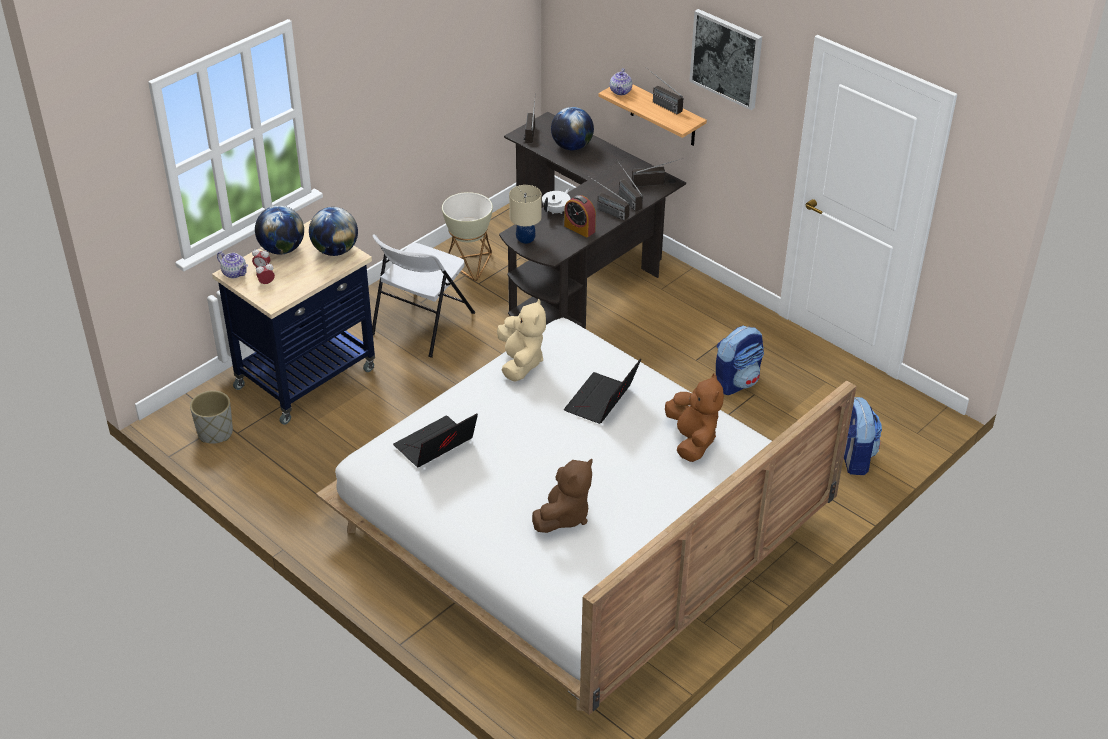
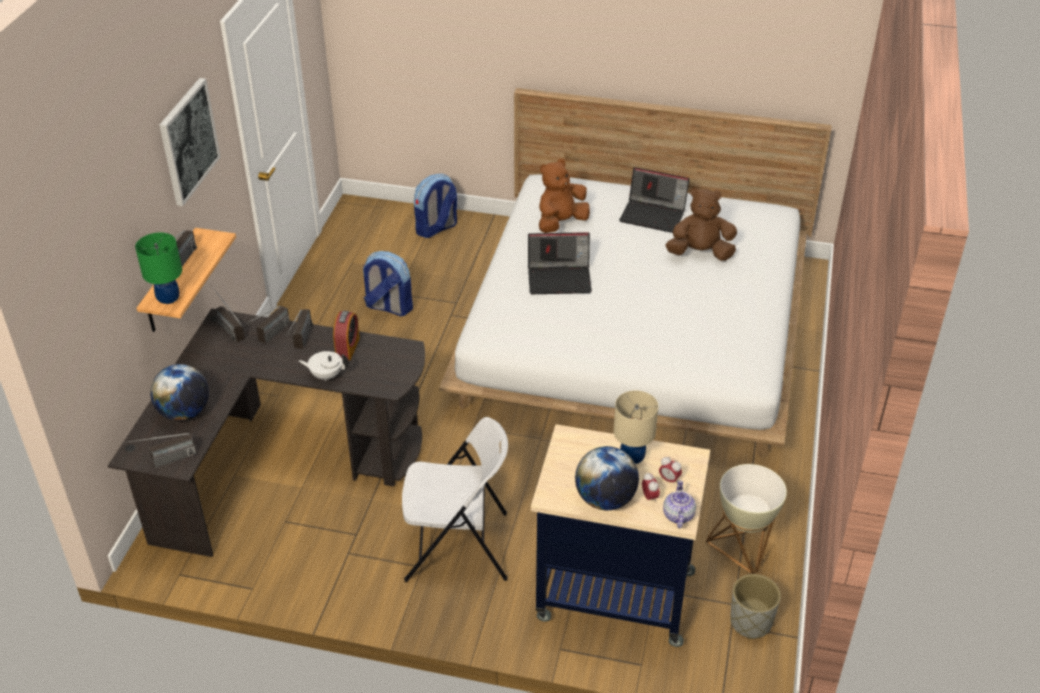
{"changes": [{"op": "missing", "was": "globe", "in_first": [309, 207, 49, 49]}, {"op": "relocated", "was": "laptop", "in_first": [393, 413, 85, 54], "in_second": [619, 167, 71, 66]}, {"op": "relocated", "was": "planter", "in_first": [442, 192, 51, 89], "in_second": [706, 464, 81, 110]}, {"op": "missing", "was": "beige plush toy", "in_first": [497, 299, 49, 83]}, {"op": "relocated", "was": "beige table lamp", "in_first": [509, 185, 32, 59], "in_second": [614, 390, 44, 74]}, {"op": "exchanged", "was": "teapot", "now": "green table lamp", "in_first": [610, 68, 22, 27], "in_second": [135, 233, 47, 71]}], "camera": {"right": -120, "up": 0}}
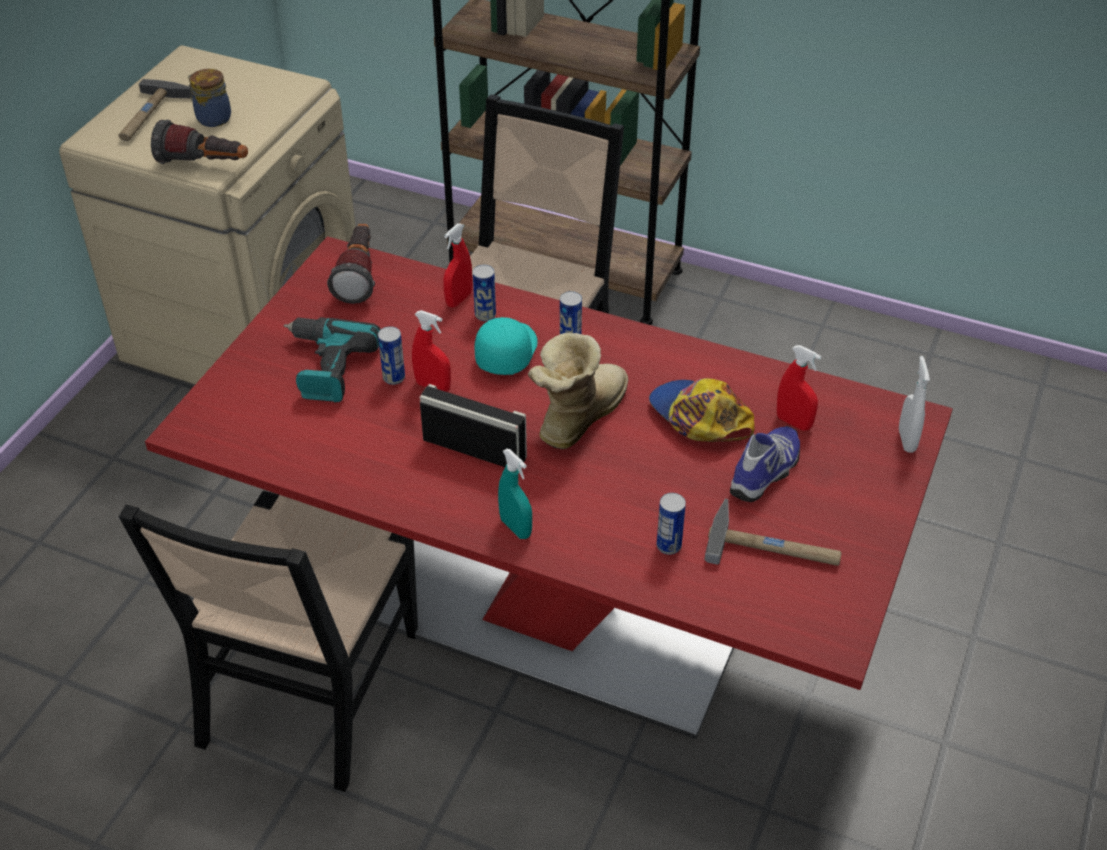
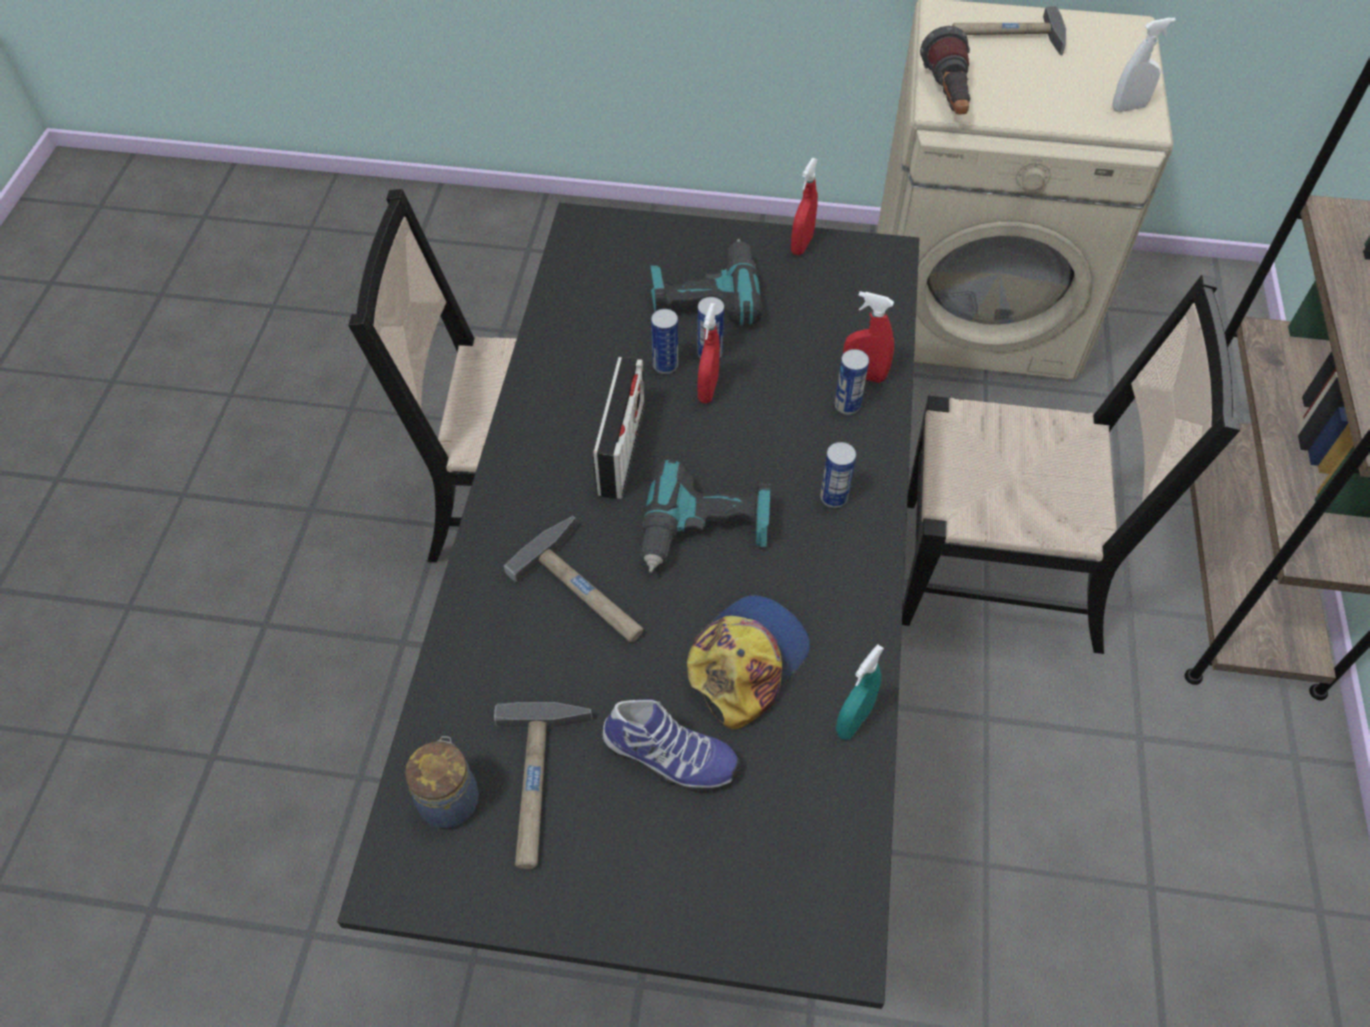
{"changes": [{"op": "colour", "was": "red dining table", "now": "black dining table", "in_first": [145, 236, 808, 503], "in_second": [337, 203, 582, 806]}, {"op": "relocated", "was": "jar", "in_first": [188, 69, 43, 58], "in_second": [405, 736, 74, 92]}, {"op": "missing", "was": "flashlight", "in_first": [327, 224, 48, 80]}, {"op": "missing", "was": "turquoise cap", "in_first": [474, 317, 64, 58]}, {"op": "relocated", "was": "turquoise spray bottle", "in_first": [498, 449, 34, 90], "in_second": [836, 644, 48, 96]}, {"op": "exchanged", "was": "boot", "now": "power drill", "in_first": [528, 333, 100, 116], "in_second": [641, 459, 130, 114]}, {"op": "relocated", "was": "can", "in_first": [657, 493, 29, 62], "in_second": [651, 309, 27, 65]}, {"op": "relocated", "was": "red spray bottle", "in_first": [777, 345, 45, 86], "in_second": [791, 158, 27, 97]}, {"op": "relocated", "was": "white spray bottle", "in_first": [899, 356, 31, 97], "in_second": [1112, 17, 64, 95]}, {"op": "appeared", "now": "hammer", "in_second": [504, 516, 139, 126]}], "camera": {"right": 75, "up": 10}}
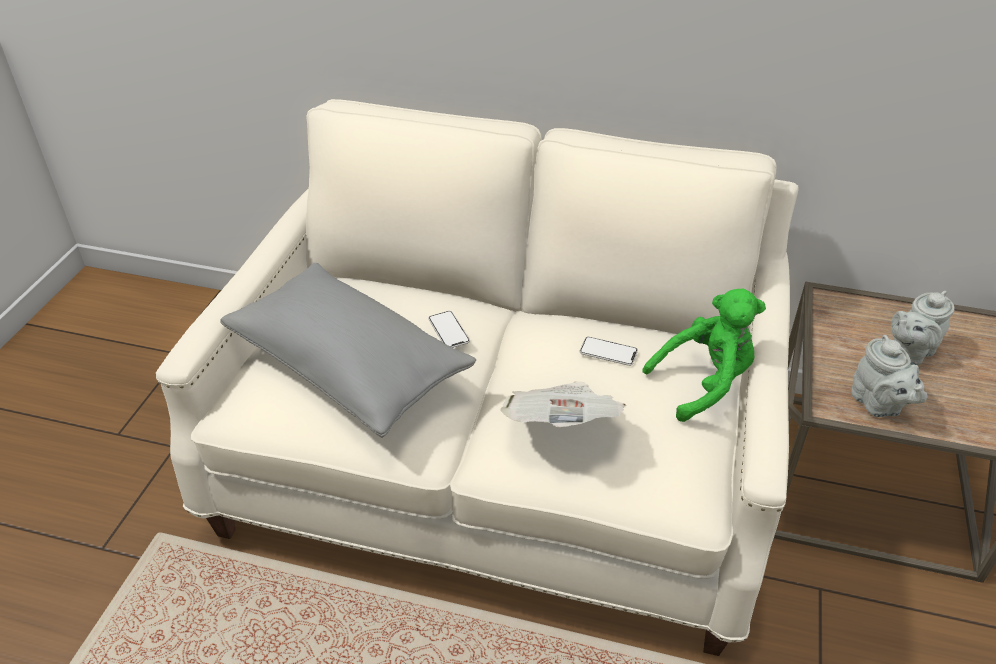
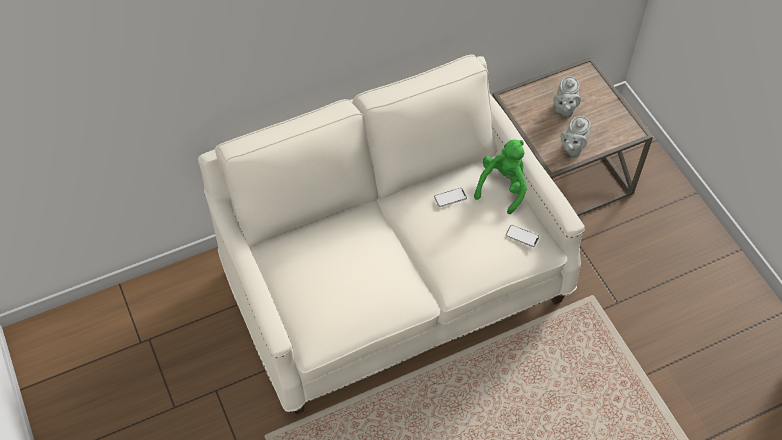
{"changes": [{"op": "missing", "was": "grey pillow", "in_first": [220, 263, 256, 175]}, {"op": "relocated", "was": "phone", "in_first": [428, 311, 42, 37], "in_second": [506, 225, 33, 22]}, {"op": "missing", "was": "newspaper", "in_first": [500, 382, 127, 45]}, {"op": "spun", "was": "grey teapot", "in_first": [851, 335, 76, 82], "in_second": [560, 116, 30, 41], "clockwise": 90}], "camera": {"right": -40, "up": 15}}
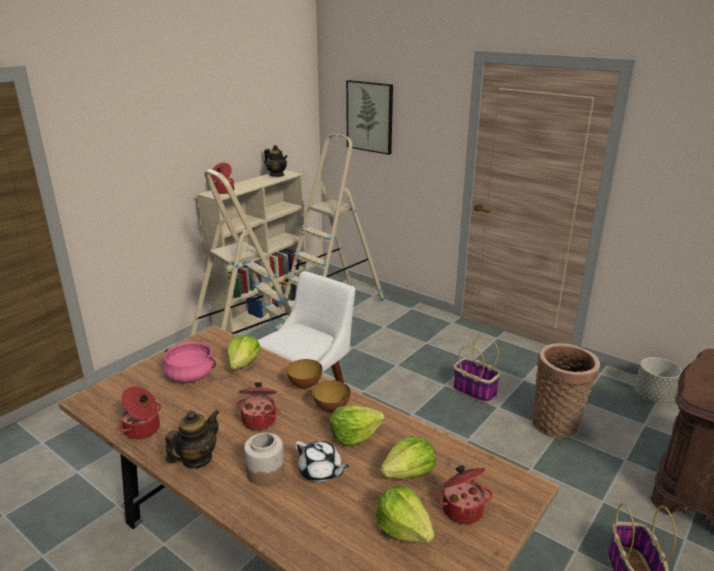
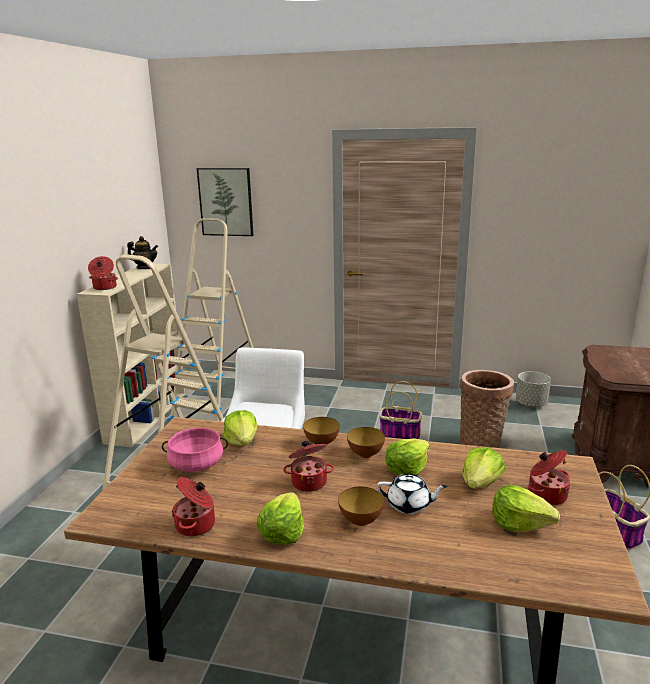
{"changes": [{"op": "exchanged", "was": "teapot", "now": "lettuce", "in_first": [165, 410, 54, 59], "in_second": [257, 492, 47, 53]}, {"op": "exchanged", "was": "jar", "now": "bowl", "in_first": [244, 432, 40, 54], "in_second": [338, 486, 46, 40]}], "camera": {"right": -25, "up": -5}}
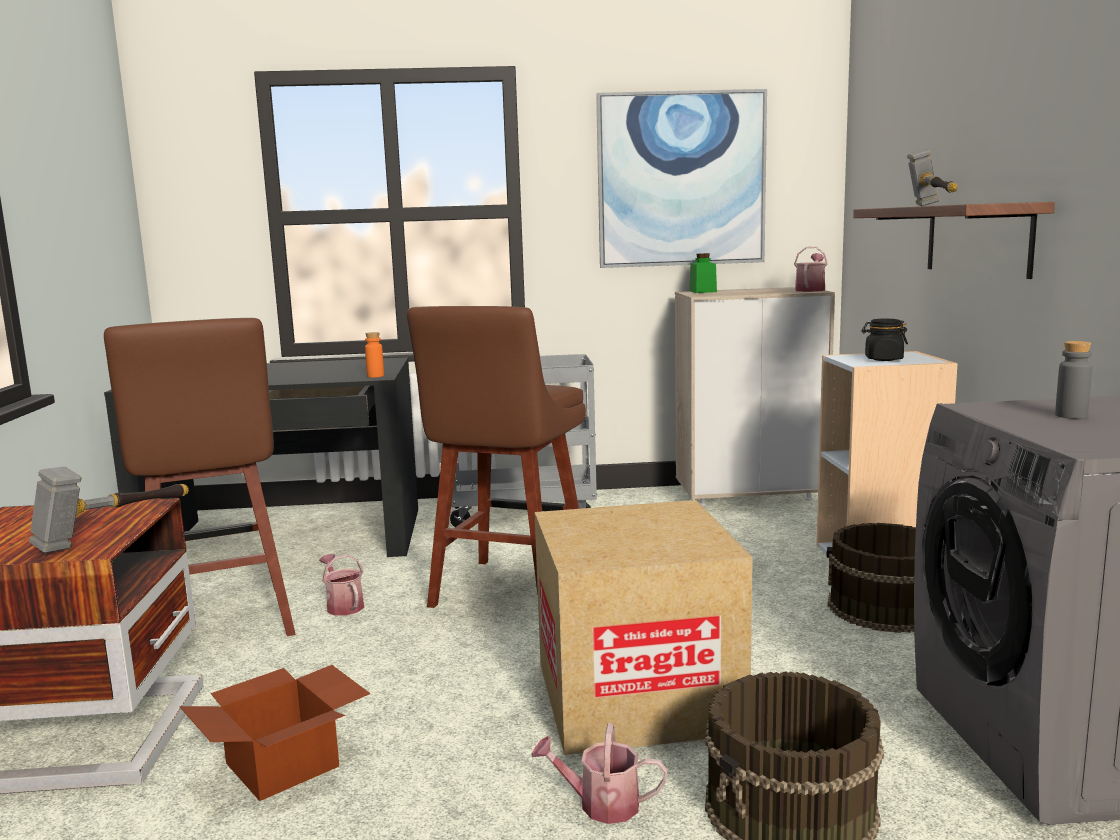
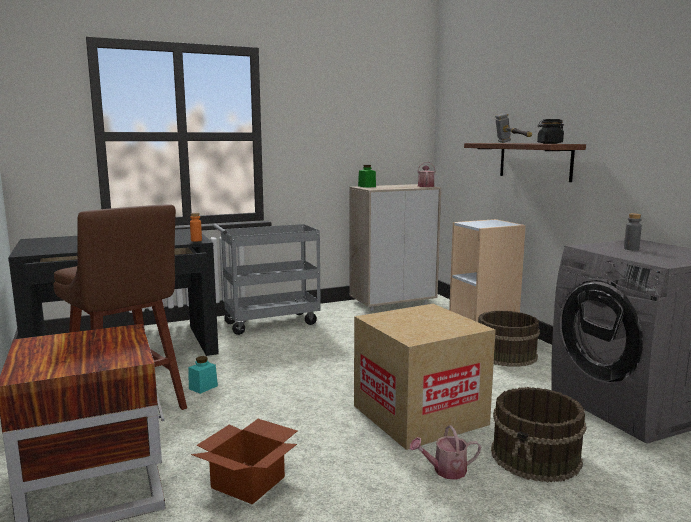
{"changes": [{"op": "missing", "was": "hammer", "in_first": [29, 467, 160, 86]}, {"op": "exchanged", "was": "watering can", "now": "turquoise jar", "in_first": [319, 554, 45, 62], "in_second": [189, 356, 29, 38]}, {"op": "missing", "was": "brown stool", "in_first": [407, 306, 179, 302]}, {"op": "missing", "was": "picture", "in_first": [596, 89, 171, 179]}, {"op": "relocated", "was": "black jar", "in_first": [861, 319, 47, 42], "in_second": [537, 119, 27, 25]}], "camera": {"right": -20, "up": 0}}
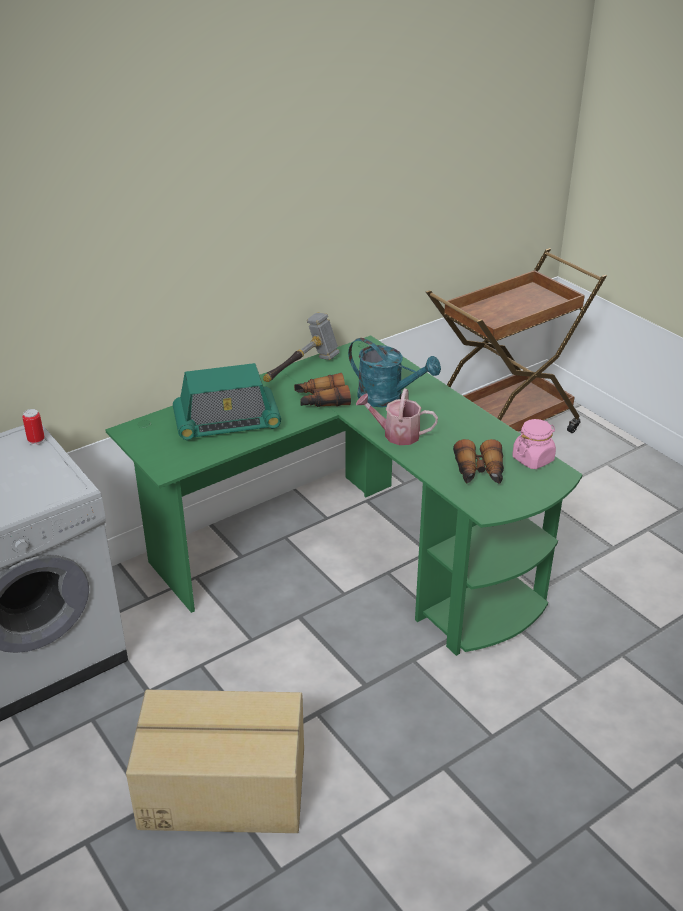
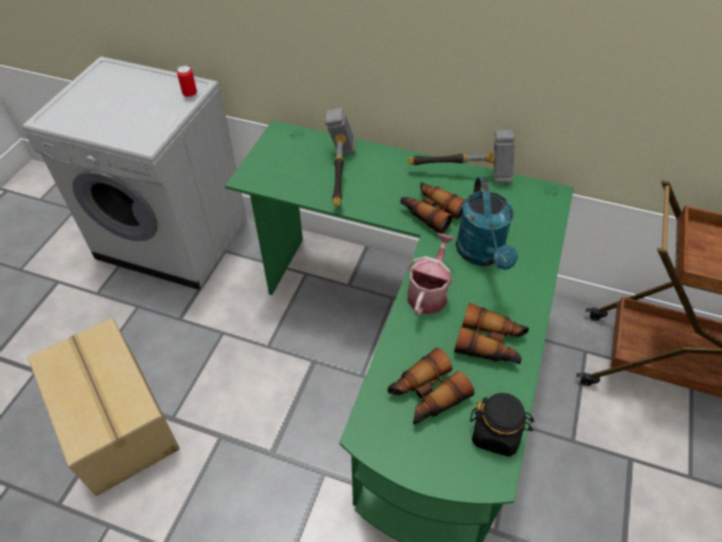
{"changes": [{"op": "exchanged", "was": "radio", "now": "hammer", "in_first": [173, 363, 108, 77], "in_second": [325, 108, 31, 98]}, {"op": "spun", "was": "watering can", "in_first": [356, 388, 82, 57], "in_second": [407, 233, 48, 83], "clockwise": 45}, {"op": "colour", "was": "pink jar", "now": "black jar", "in_first": [512, 419, 44, 50], "in_second": [470, 393, 64, 64]}, {"op": "appeared", "now": "binoculars", "in_second": [454, 303, 75, 61]}], "camera": {"right": 55, "up": 15}}
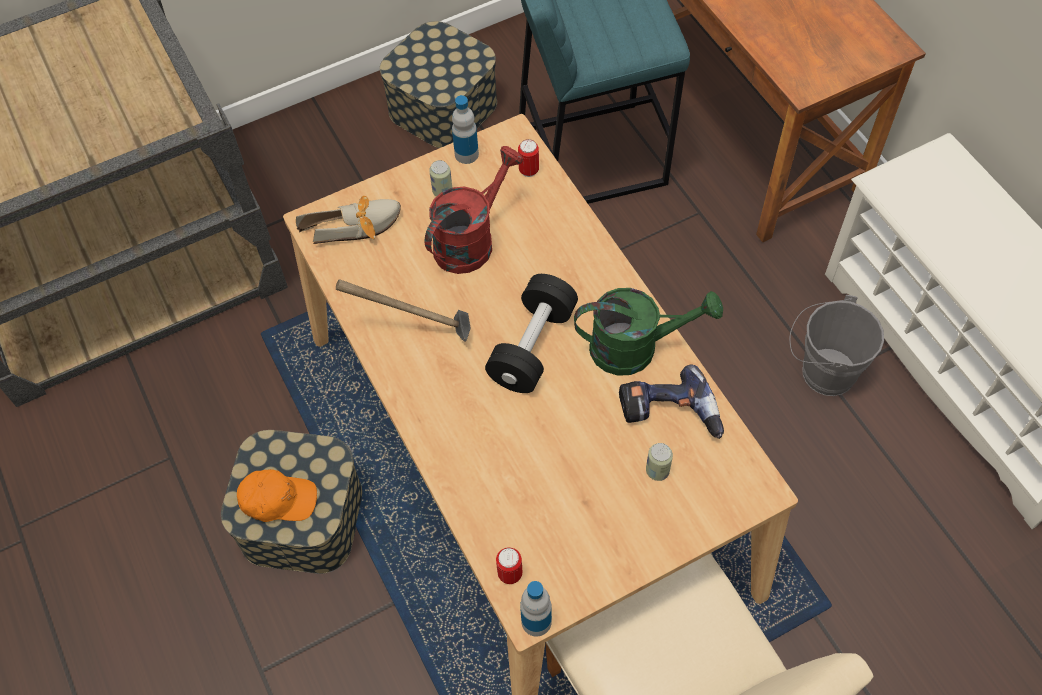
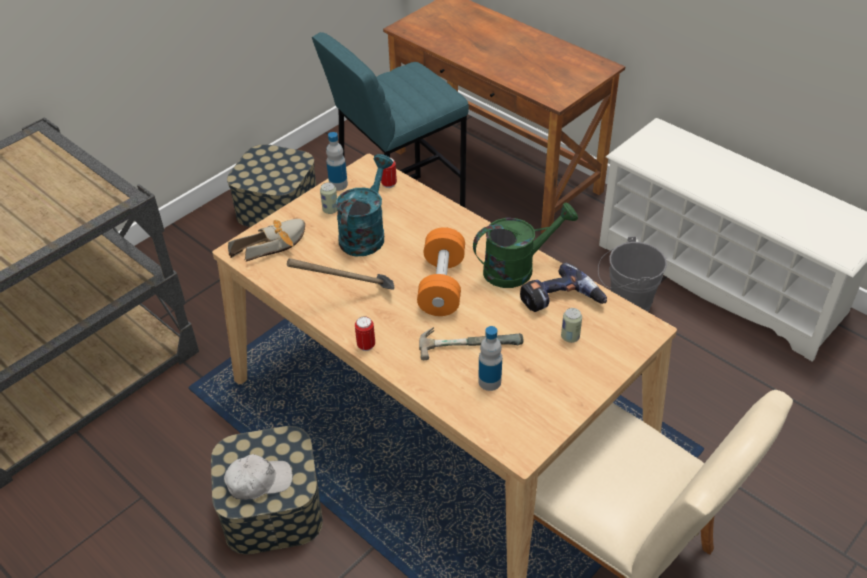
{"changes": [{"op": "colour", "was": "orange cap", "now": "white cap", "in_first": [237, 469, 80, 53], "in_second": [224, 454, 69, 46]}, {"op": "colour", "was": "red watering can", "now": "turquoise watering can", "in_first": [424, 146, 99, 128], "in_second": [336, 154, 57, 102]}, {"op": "colour", "was": "black dumbbell", "now": "orange dumbbell", "in_first": [485, 274, 93, 119], "in_second": [417, 227, 48, 89]}, {"op": "relocated", "was": "can", "in_first": [496, 547, 26, 37], "in_second": [355, 316, 20, 35]}, {"op": "relocated", "was": "bottle", "in_first": [520, 581, 32, 56], "in_second": [478, 326, 24, 65]}, {"op": "appeared", "now": "hammer", "in_second": [419, 327, 104, 33]}], "camera": {"right": -20, "up": -15}}
